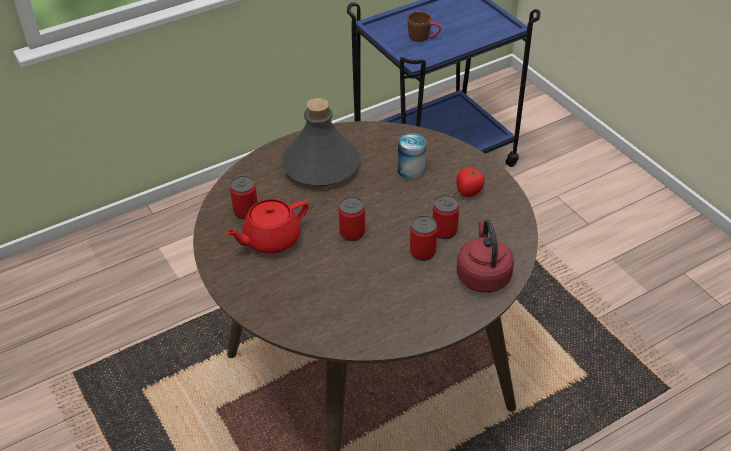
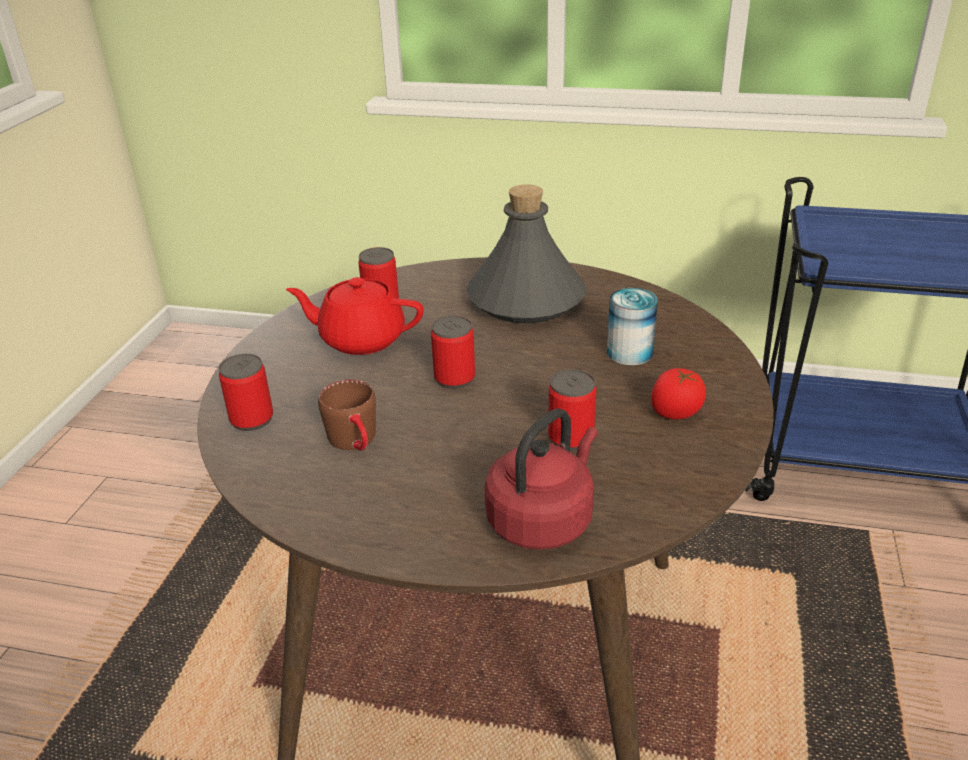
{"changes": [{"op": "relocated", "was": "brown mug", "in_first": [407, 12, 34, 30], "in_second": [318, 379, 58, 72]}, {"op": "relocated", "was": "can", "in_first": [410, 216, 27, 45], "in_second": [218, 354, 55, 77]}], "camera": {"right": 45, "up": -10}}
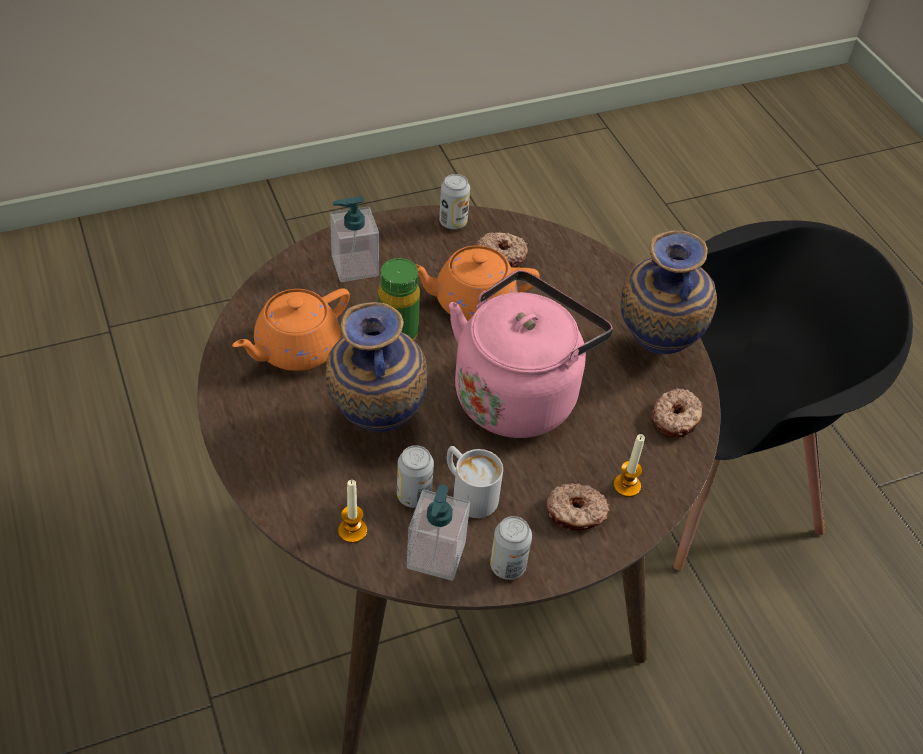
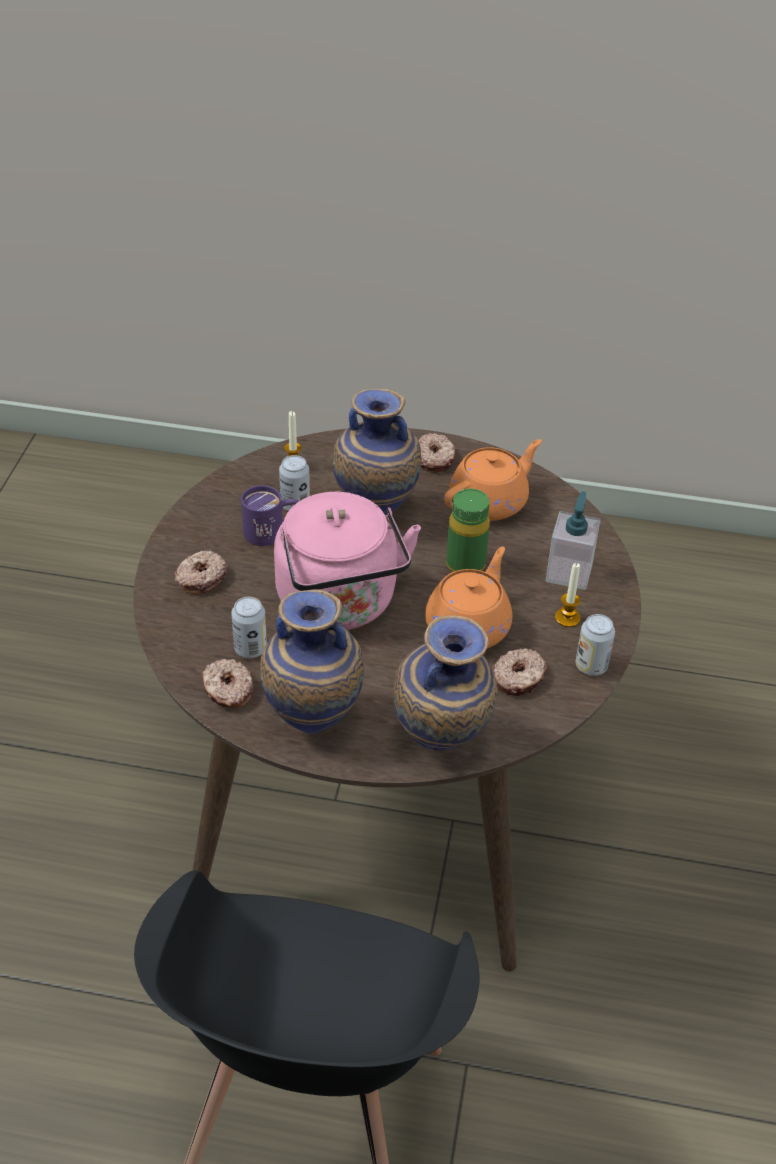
{"changes": [{"op": "spun", "was": "orange teapot", "in_first": [232, 288, 118, 83], "in_second": [444, 439, 98, 82], "clockwise": 60}, {"op": "missing", "was": "soap dispenser", "in_first": [407, 484, 63, 97]}, {"op": "colour", "was": "white mug", "now": "purple mug", "in_first": [447, 446, 56, 72], "in_second": [241, 485, 58, 61]}, {"op": "relocated", "was": "can", "in_first": [490, 516, 42, 64], "in_second": [231, 597, 36, 61]}, {"op": "relocated", "was": "candle", "in_first": [613, 434, 32, 63], "in_second": [555, 563, 26, 64]}, {"op": "appeared", "now": "vase", "in_second": [393, 615, 105, 135]}, {"op": "appeared", "now": "donut", "in_second": [418, 433, 37, 39]}], "camera": {"right": 125, "up": -5}}
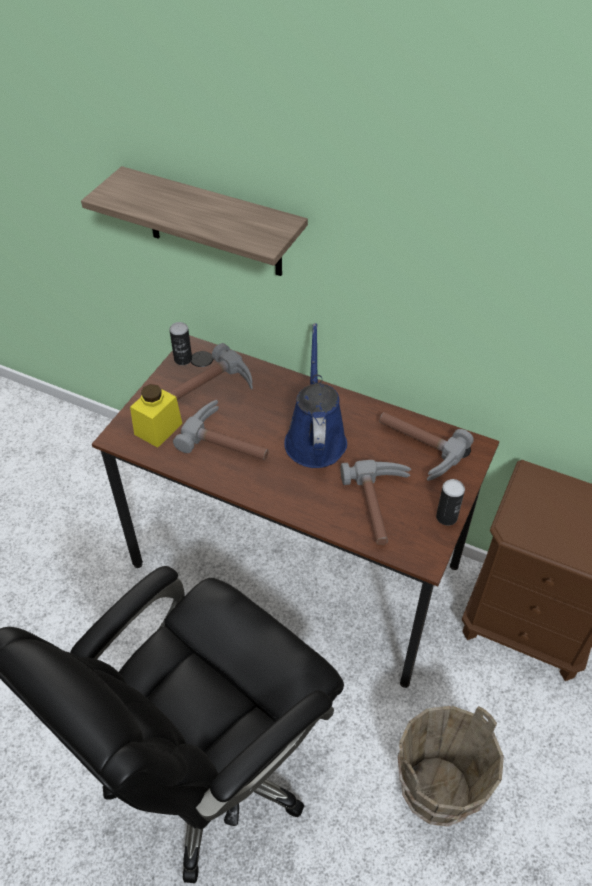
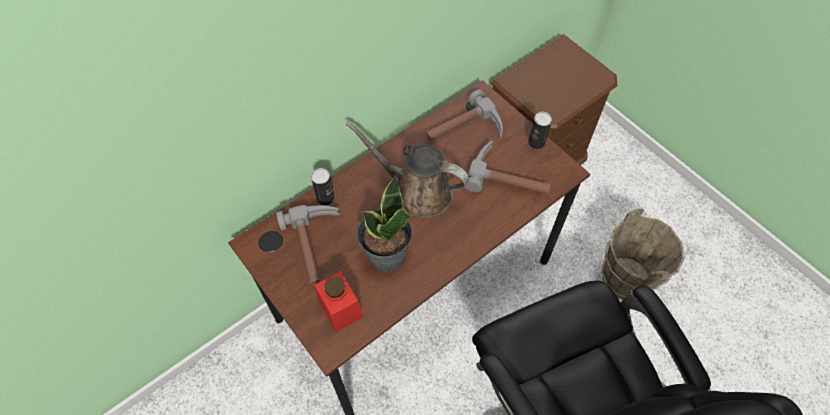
{"changes": [{"op": "missing", "was": "shelf", "in_first": [81, 166, 227, 110]}, {"op": "colour", "was": "yellow jar", "now": "red jar", "in_first": [130, 384, 52, 64], "in_second": [315, 271, 48, 61]}, {"op": "relocated", "was": "can", "in_first": [169, 322, 23, 43], "in_second": [311, 168, 23, 37]}, {"op": "exchanged", "was": "hammer", "now": "potted plant", "in_first": [173, 400, 96, 60], "in_second": [357, 174, 56, 98]}, {"op": "colour", "was": "blue watering can", "now": "brown watering can", "in_first": [284, 323, 63, 145], "in_second": [346, 121, 123, 97]}], "camera": {"right": -65, "up": 10}}
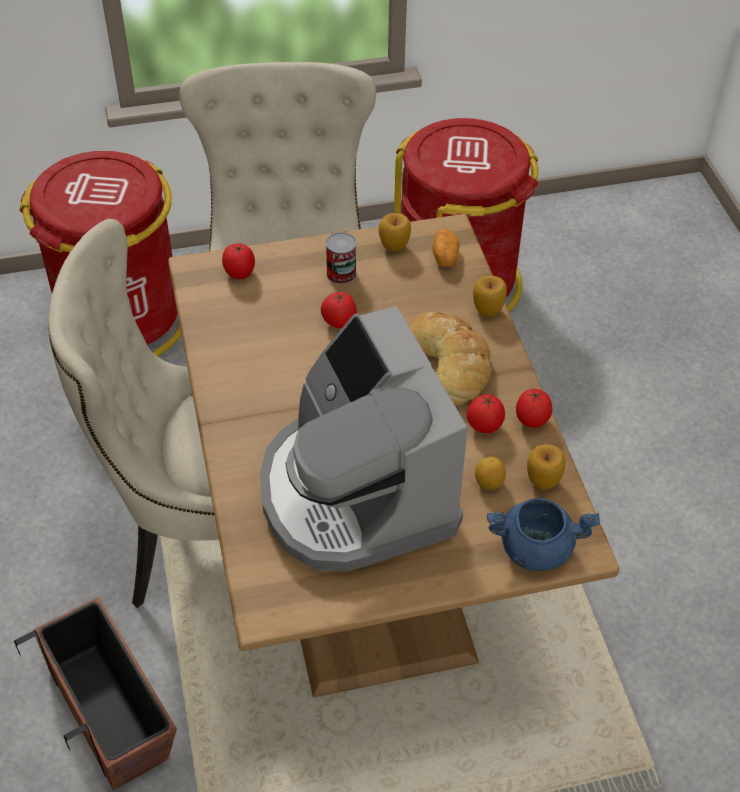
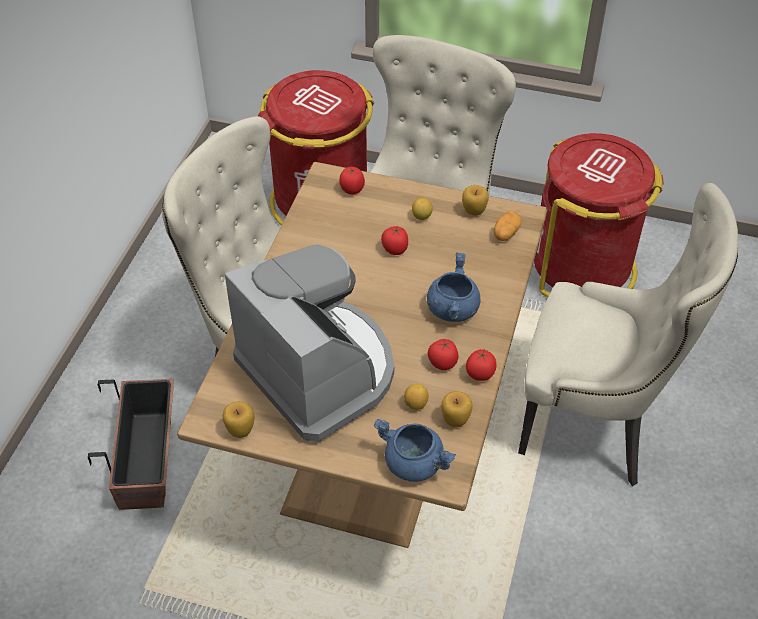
{"changes": [{"op": "spun", "was": "coffee machine", "in_first": [260, 306, 207, 266], "in_second": [225, 245, 169, 197], "clockwise": 135}, {"op": "exchanged", "was": "can", "now": "lemon", "in_first": [326, 232, 31, 52], "in_second": [412, 198, 21, 22]}, {"op": "exchanged", "was": "bread", "now": "blue cooking pot", "in_first": [409, 312, 83, 94], "in_second": [427, 253, 54, 69]}, {"op": "relocated", "was": "apple", "in_first": [473, 275, 34, 42], "in_second": [223, 401, 32, 37]}, {"op": "appeared", "now": "beige chair", "in_second": [518, 183, 220, 303]}], "camera": {"right": 30, "up": 0}}
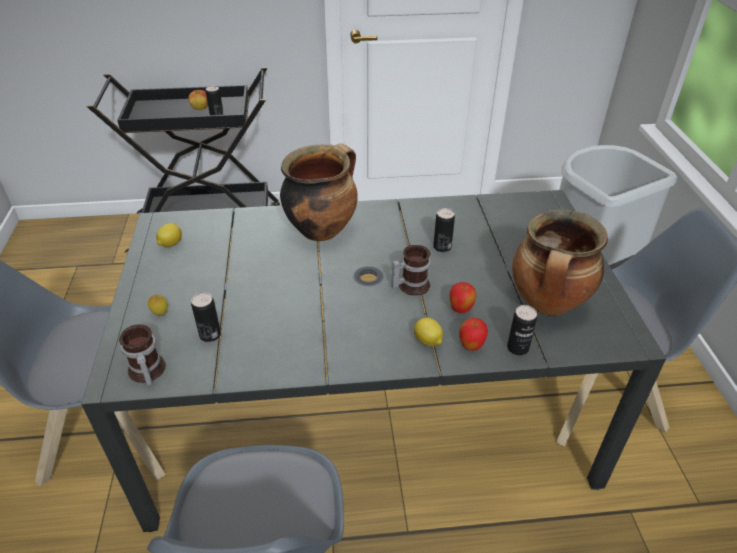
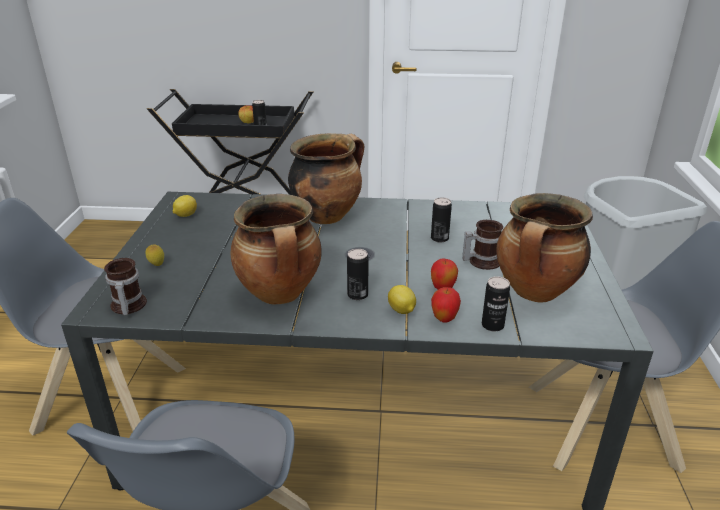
{"changes": [{"op": "relocated", "was": "can", "in_first": [191, 292, 30, 50], "in_second": [347, 249, 22, 51]}, {"op": "relocated", "was": "mug", "in_first": [392, 245, 39, 51], "in_second": [462, 220, 41, 50]}, {"op": "appeared", "now": "cooking pot", "in_second": [230, 194, 92, 110]}], "camera": {"right": 10, "up": -10}}
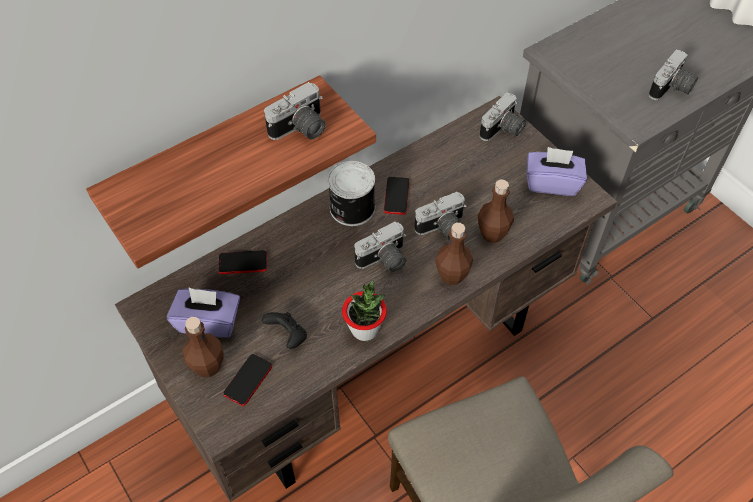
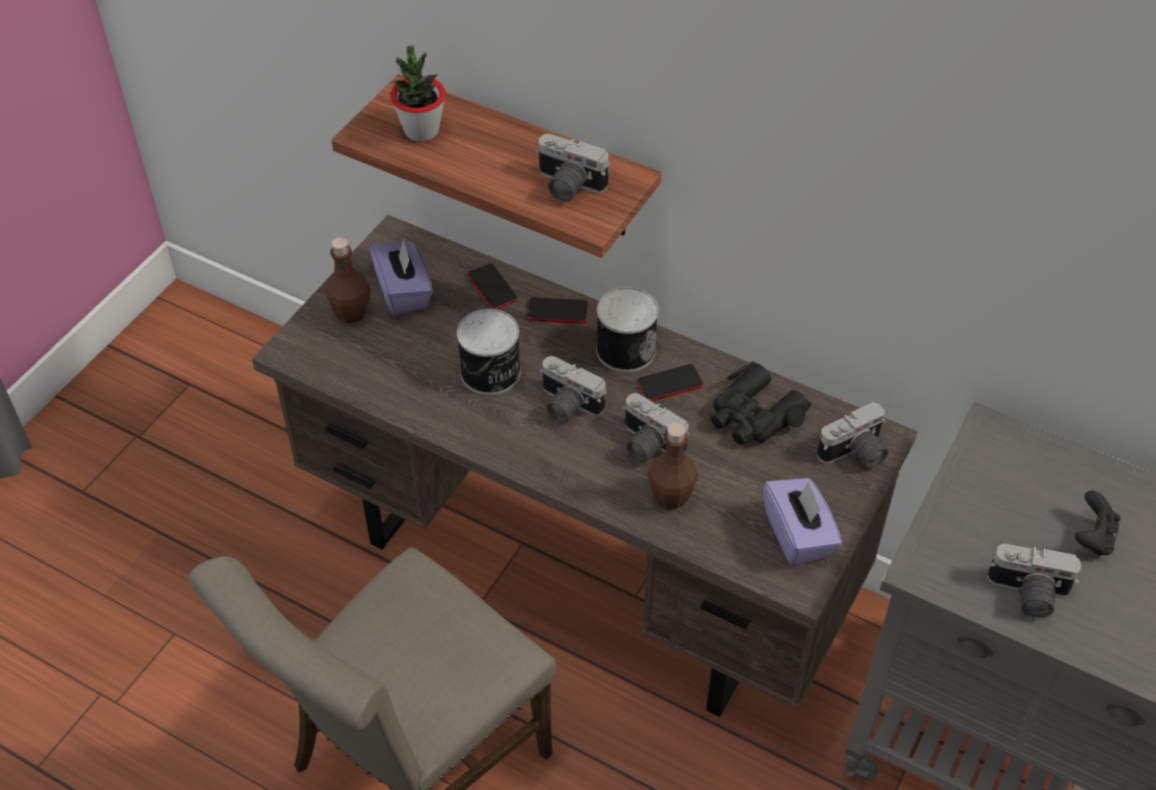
{"changes": [{"op": "relocated", "was": "phone", "in_first": [223, 354, 49, 52], "in_second": [528, 297, 60, 27]}, {"op": "relocated", "was": "black game controller", "in_first": [262, 312, 45, 37], "in_second": [1075, 490, 45, 66]}, {"op": "relocated", "was": "potted plant", "in_first": [342, 280, 45, 61], "in_second": [390, 46, 56, 96]}, {"op": "missing", "was": "brown bottle", "in_first": [435, 223, 38, 62]}, {"op": "spun", "was": "photo camera", "in_first": [479, 93, 47, 48], "in_second": [817, 402, 72, 67], "clockwise": -45}, {"op": "appeared", "now": "can", "in_second": [457, 309, 64, 86]}, {"op": "appeared", "now": "black binoculars", "in_second": [710, 361, 101, 84]}], "camera": {"right": 65, "up": -5}}
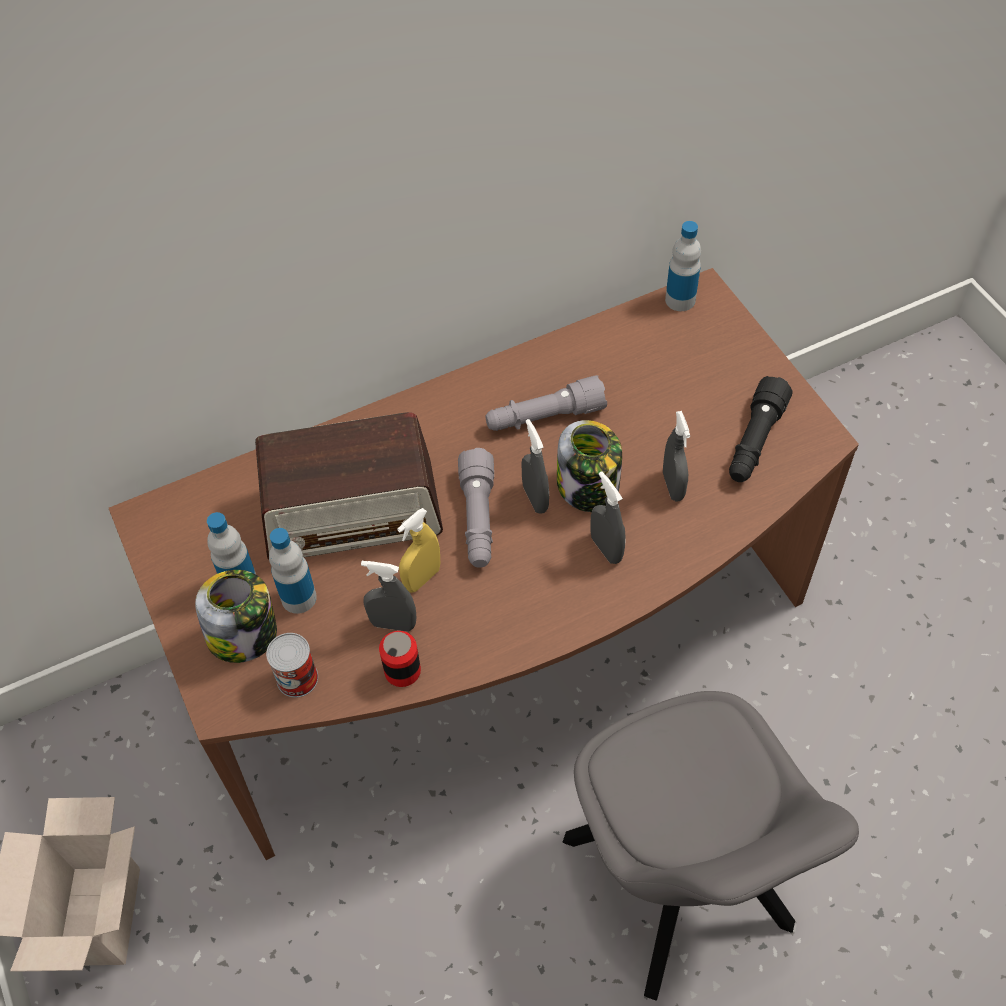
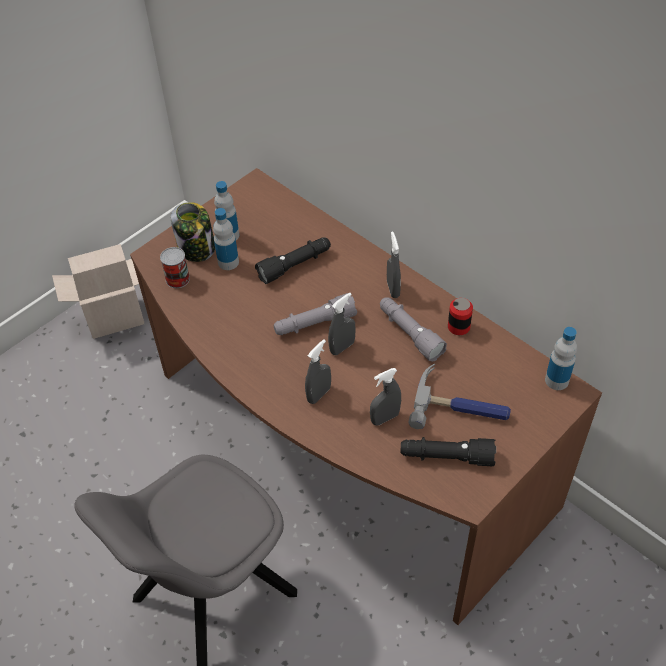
{"changes": [{"op": "exchanged", "was": "radio", "now": "black flashlight", "in_first": [255, 412, 188, 147], "in_second": [255, 237, 76, 47]}, {"op": "relocated", "was": "grey spray bottle", "in_first": [361, 561, 56, 71], "in_second": [387, 232, 14, 66]}, {"op": "relocated", "was": "can", "in_first": [379, 631, 42, 56], "in_second": [448, 298, 25, 37]}, {"op": "missing", "was": "yellow spray bottle", "in_first": [397, 508, 43, 85]}, {"op": "missing", "was": "jar", "in_first": [557, 420, 65, 92]}, {"op": "appeared", "now": "hammer", "in_second": [408, 364, 103, 65]}], "camera": {"right": 70, "up": -5}}
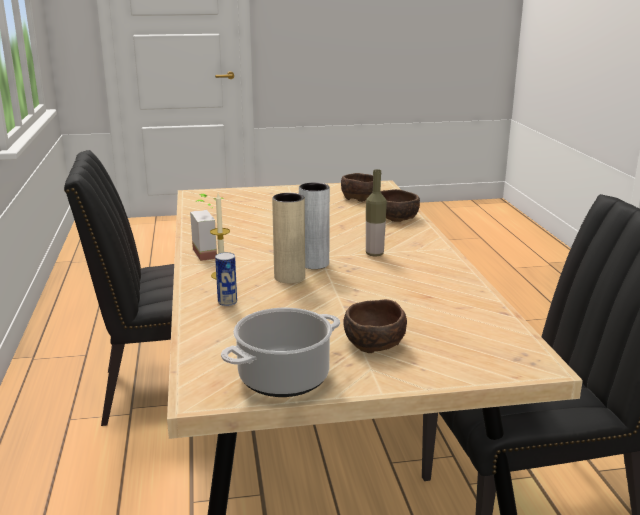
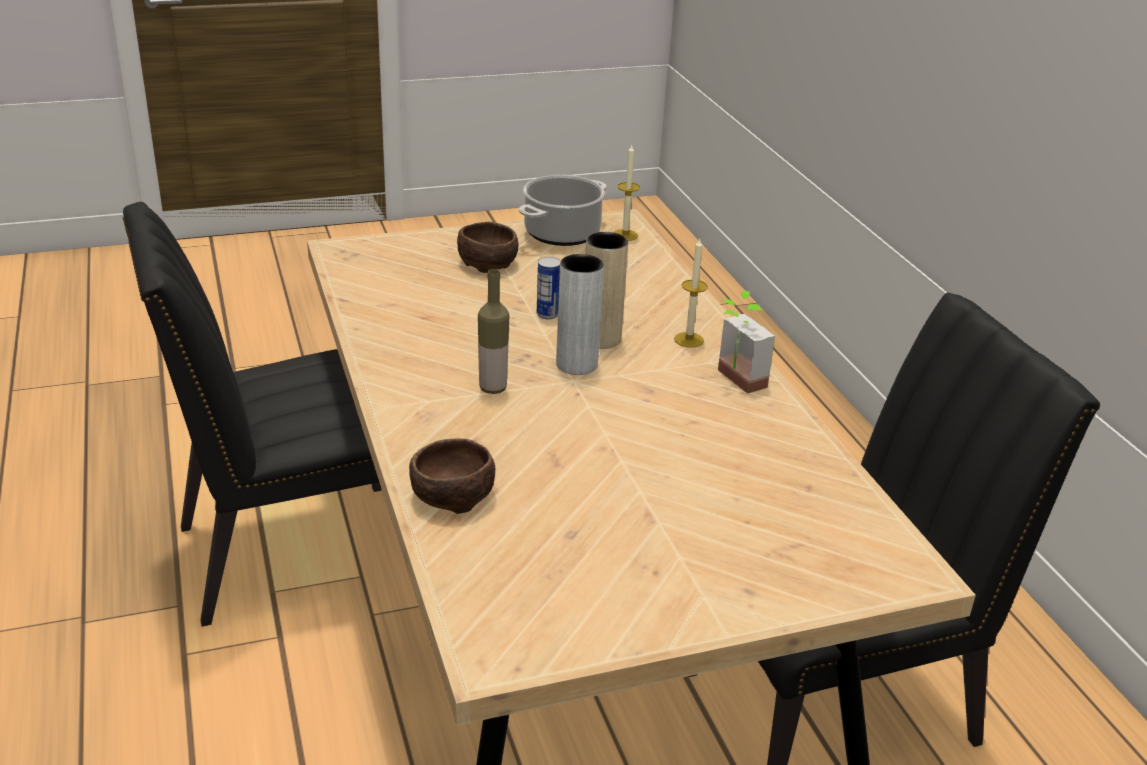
{"changes": [{"op": "relocated", "was": "can", "in_first": [215, 252, 22, 54], "in_second": [537, 257, 24, 62]}, {"op": "missing", "was": "brown bowl", "in_first": [341, 173, 32, 29]}, {"op": "appeared", "now": "candle", "in_second": [614, 145, 26, 96]}], "camera": {"right": 170, "up": 10}}
